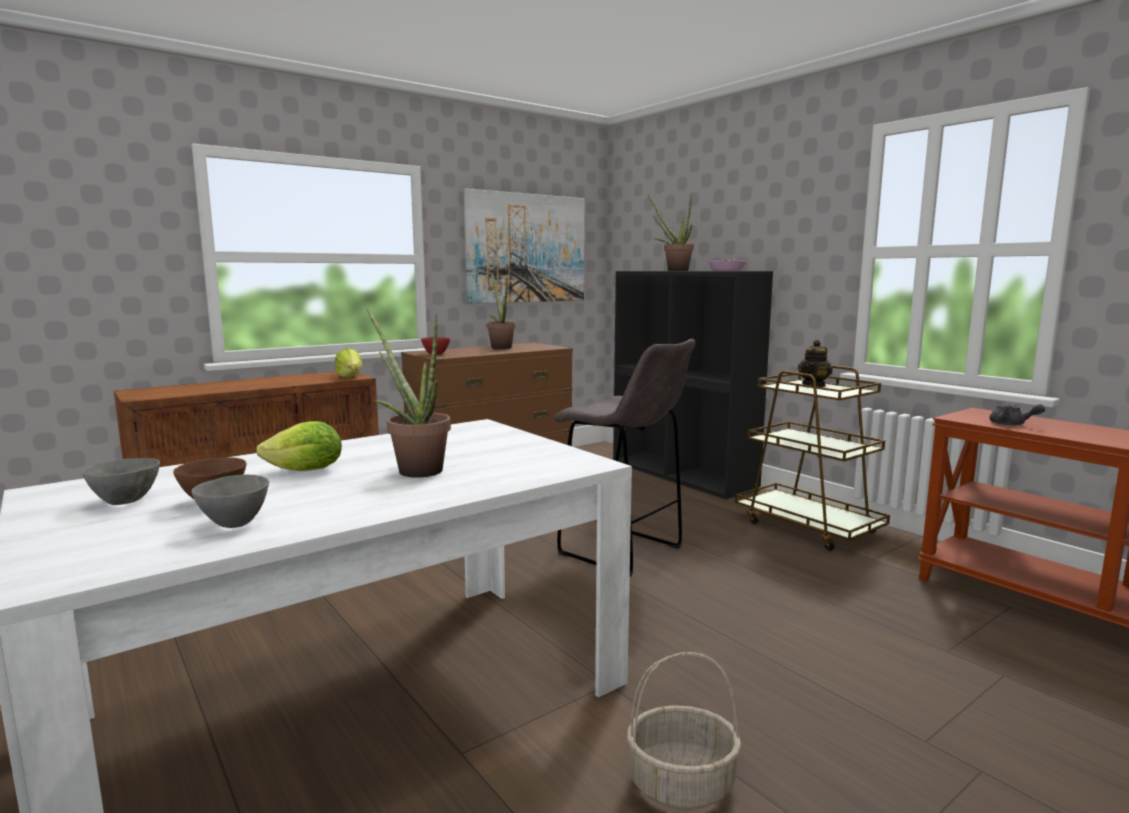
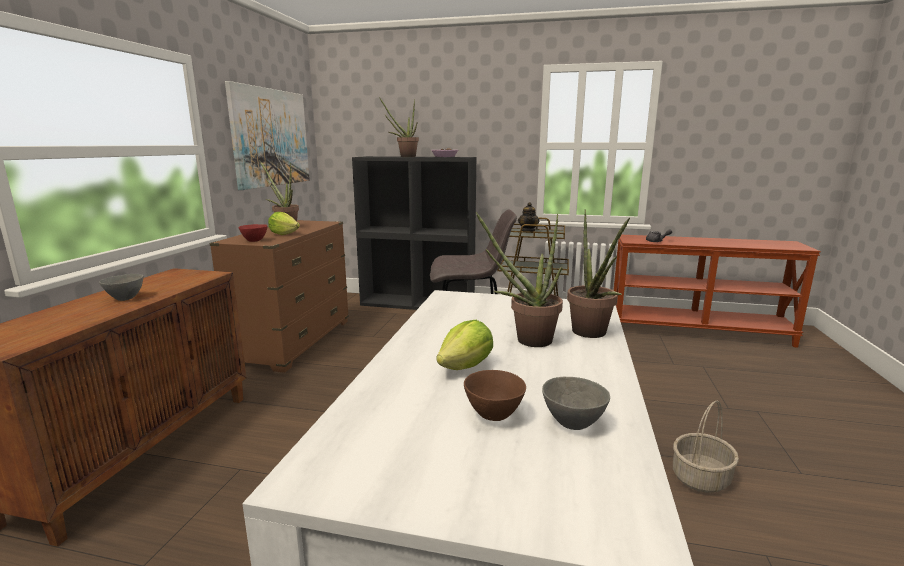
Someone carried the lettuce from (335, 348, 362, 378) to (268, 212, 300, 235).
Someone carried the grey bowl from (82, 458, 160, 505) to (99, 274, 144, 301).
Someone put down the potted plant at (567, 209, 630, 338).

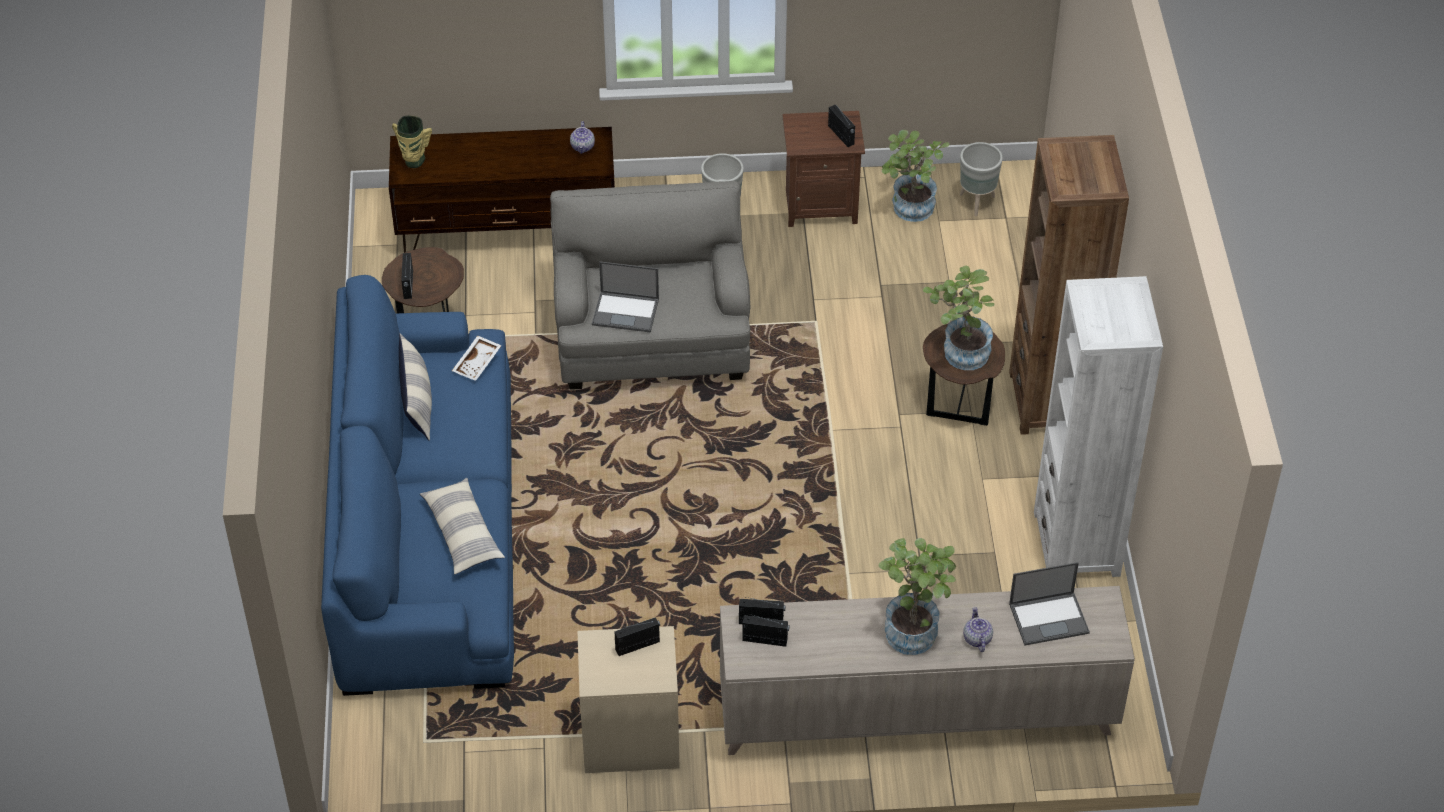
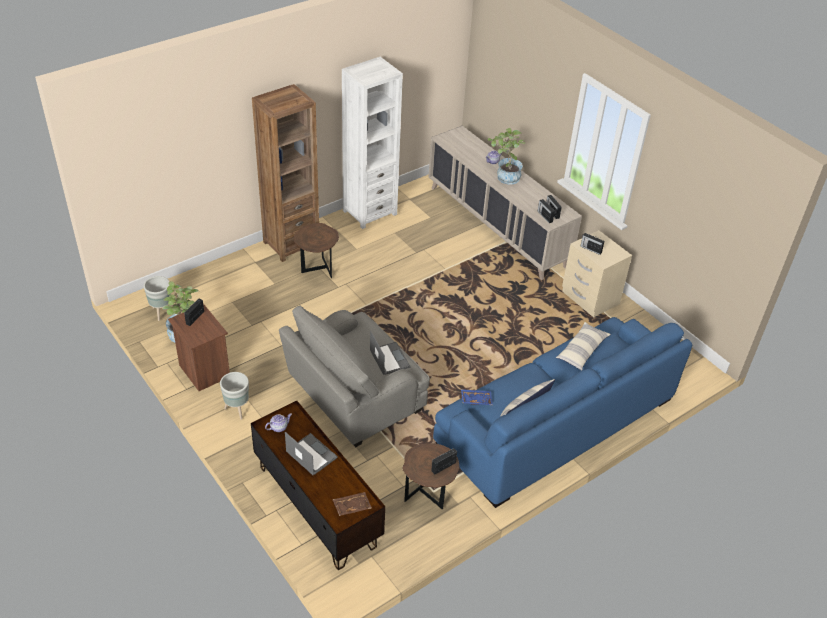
Someone swapped the vase at (392, 116, 432, 168) for the brown tray at (332, 492, 372, 516).
Someone took away the potted plant at (923, 266, 994, 370).
Someone repainted the white tray at (452, 335, 502, 381), which became the blue tray at (461, 389, 493, 405).
Someone carried the laptop from (1009, 562, 1090, 646) to (285, 432, 338, 476).

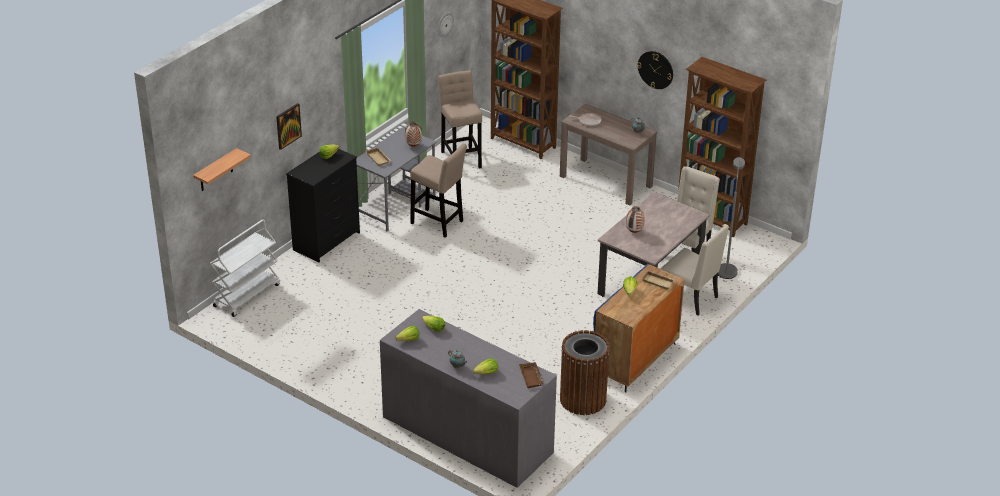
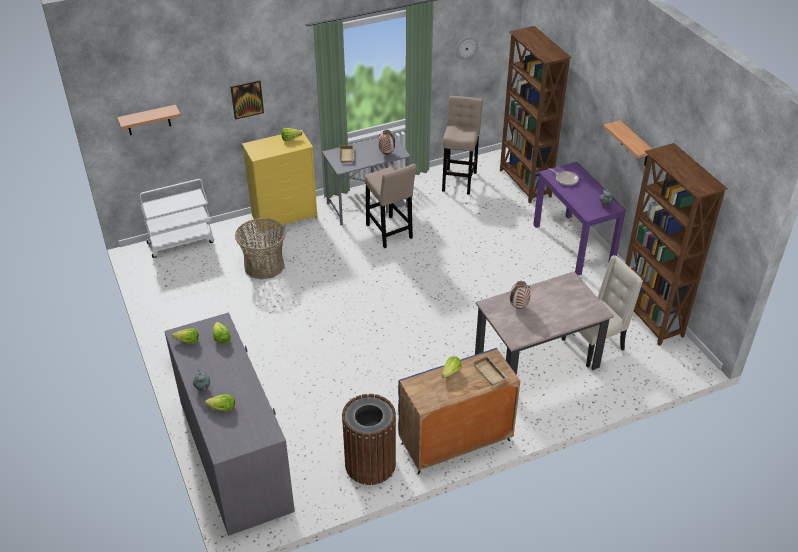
Someone swapped the wall clock at (637, 51, 673, 89) for the shelf at (603, 120, 652, 166).
Someone repainted the brown console table at (560, 104, 657, 206), which became the purple console table at (533, 162, 626, 275).
Someone repainted the black dresser at (286, 149, 360, 263), which became the yellow dresser at (242, 130, 318, 234).
Someone took away the grey floor lamp at (718, 157, 745, 279).
Someone took away the beige chair at (661, 224, 729, 315).
Someone took away the brown tray at (519, 362, 544, 388).
Someone put down the basket at (235, 218, 286, 279).

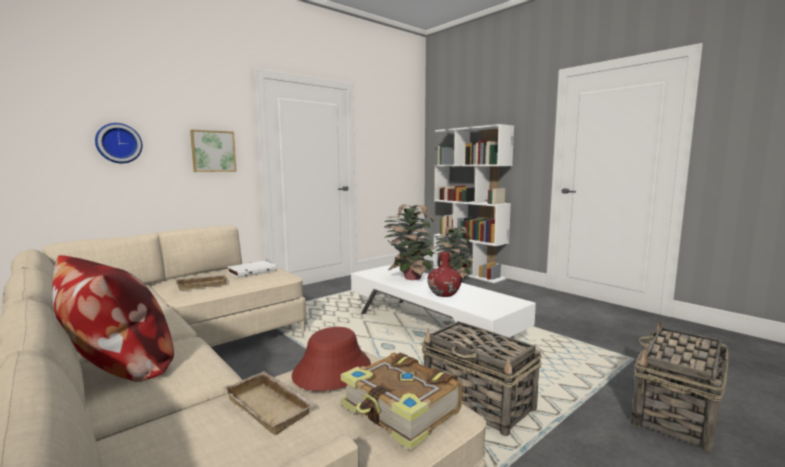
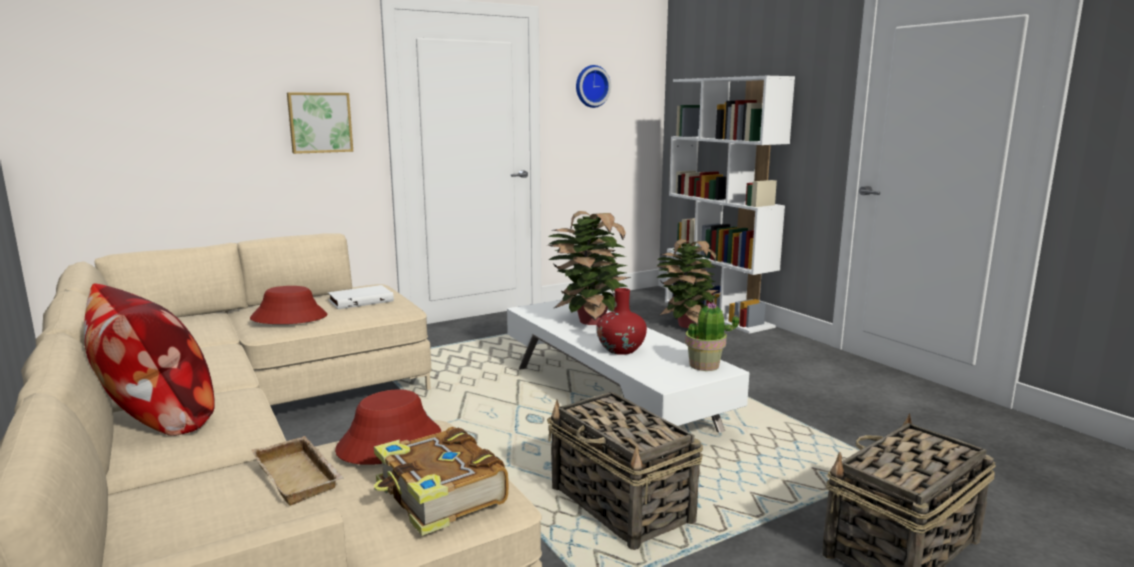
Someone carried the wall clock from (95, 123, 142, 163) to (576, 65, 611, 108).
Someone swapped the beige tray at (176, 275, 228, 290) for the red hat at (250, 286, 327, 324).
Someone put down the potted plant at (685, 302, 739, 371).

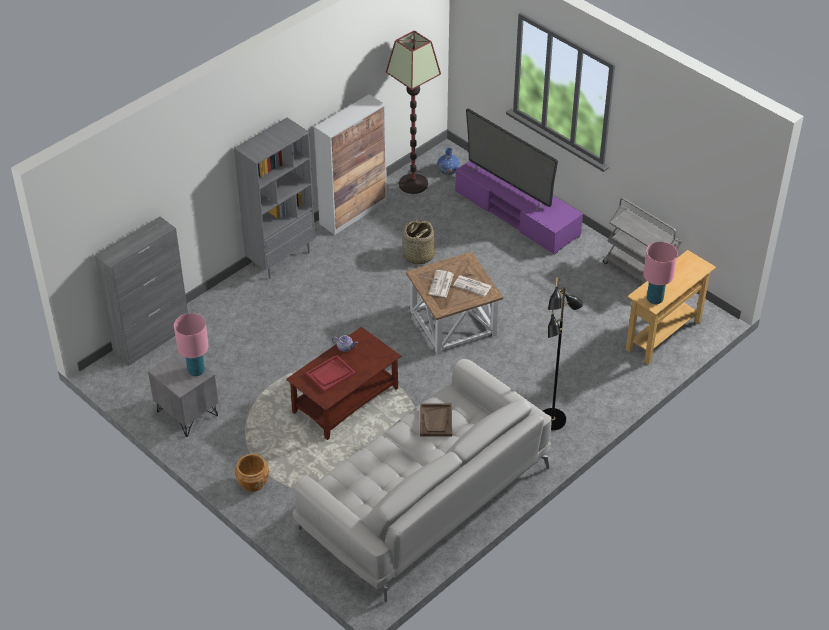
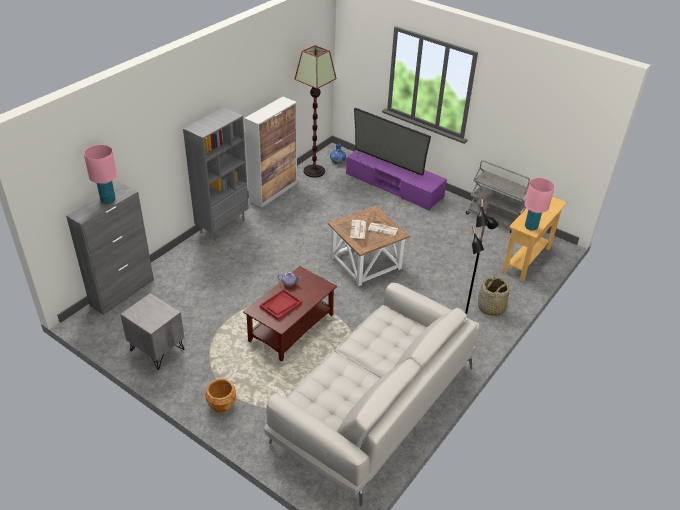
Someone carried the basket from (402, 219, 435, 265) to (478, 276, 509, 317).
Someone carried the pink table lamp from (174, 313, 209, 376) to (84, 145, 117, 204).
Someone took away the brown tray at (420, 403, 452, 437).

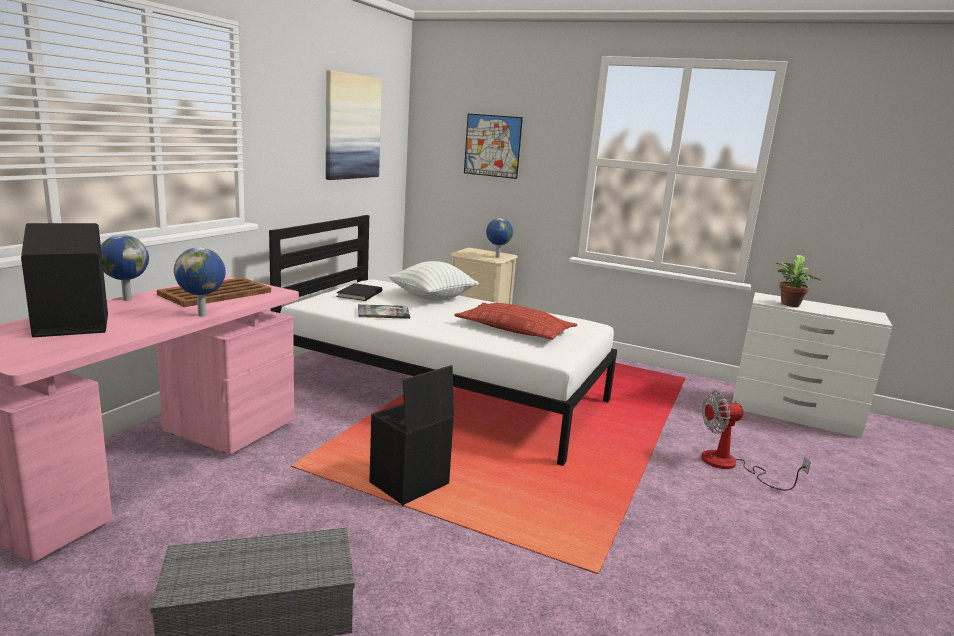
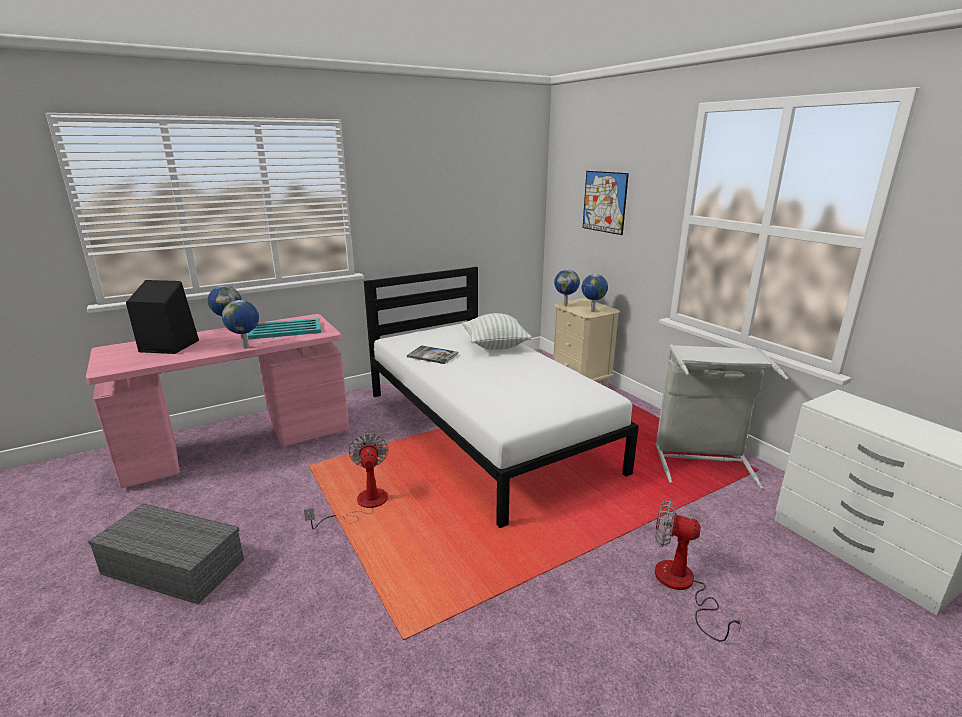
Someone took away the picture at (326, 70, 382, 180).
Someone took away the potted plant at (776, 255, 821, 307).
Someone repainted the brown tray at (157, 277, 271, 307), which became the turquoise tray at (248, 318, 321, 340).
Someone took away the black book at (337, 283, 382, 301).
Someone took away the pillow at (454, 303, 578, 340).
Someone swapped the black storage box at (369, 365, 454, 506) for the fan at (304, 433, 388, 530).
Someone put down the globe at (554, 270, 580, 306).
Someone put down the grey laundry basket at (656, 344, 789, 490).

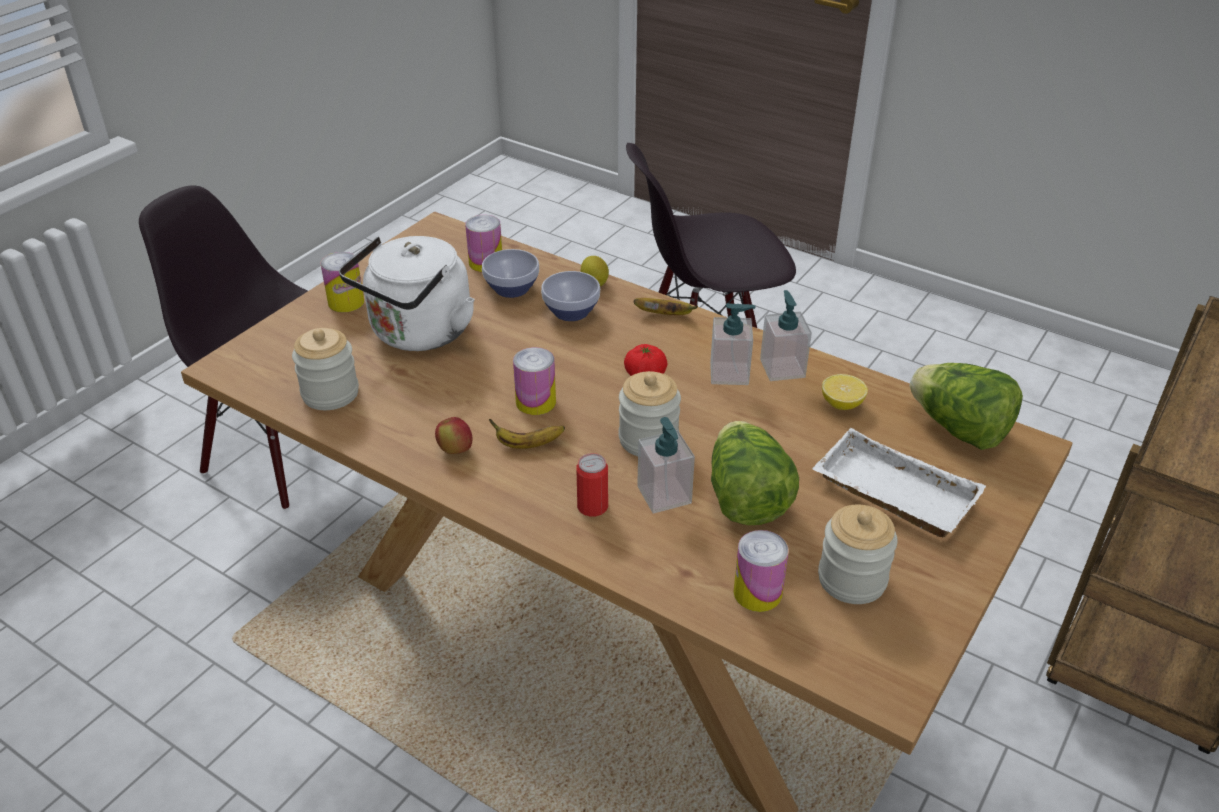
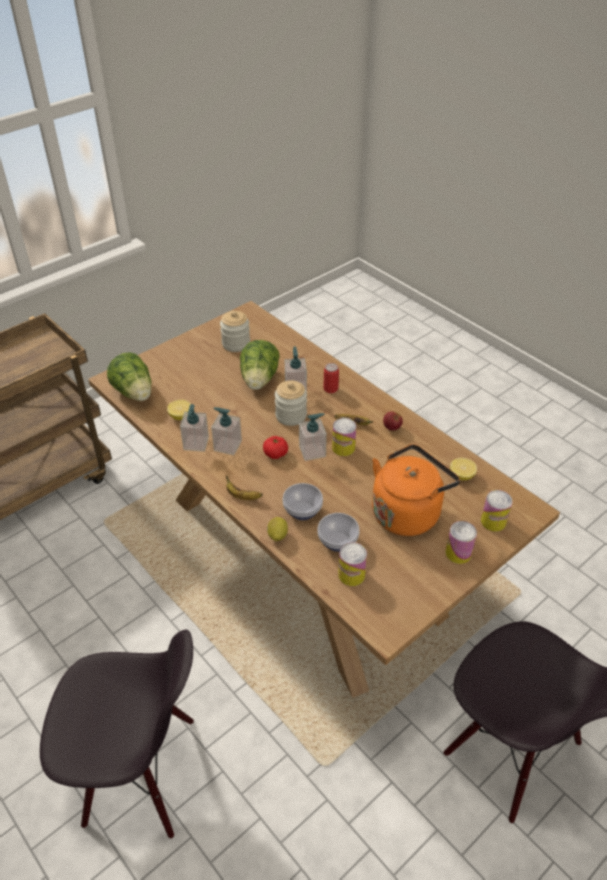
Someone repainted the white kettle at (339, 236, 475, 351), which became the orange kettle at (372, 444, 460, 536).
Someone swapped the jar at (292, 328, 359, 410) for the lemon at (450, 458, 477, 480).
Someone took away the white tray at (812, 428, 986, 537).
Someone carried the can from (733, 530, 789, 612) to (481, 490, 513, 532).
Someone put down the soap dispenser at (299, 413, 327, 461).

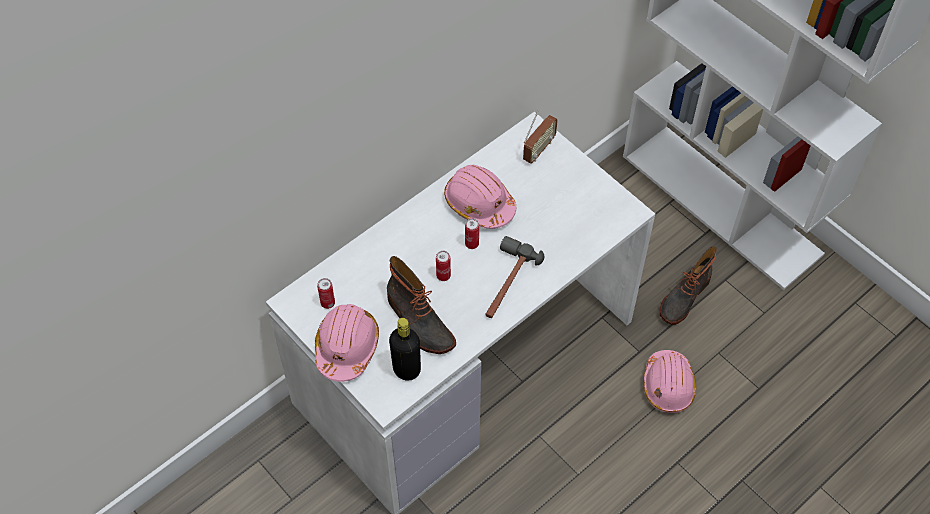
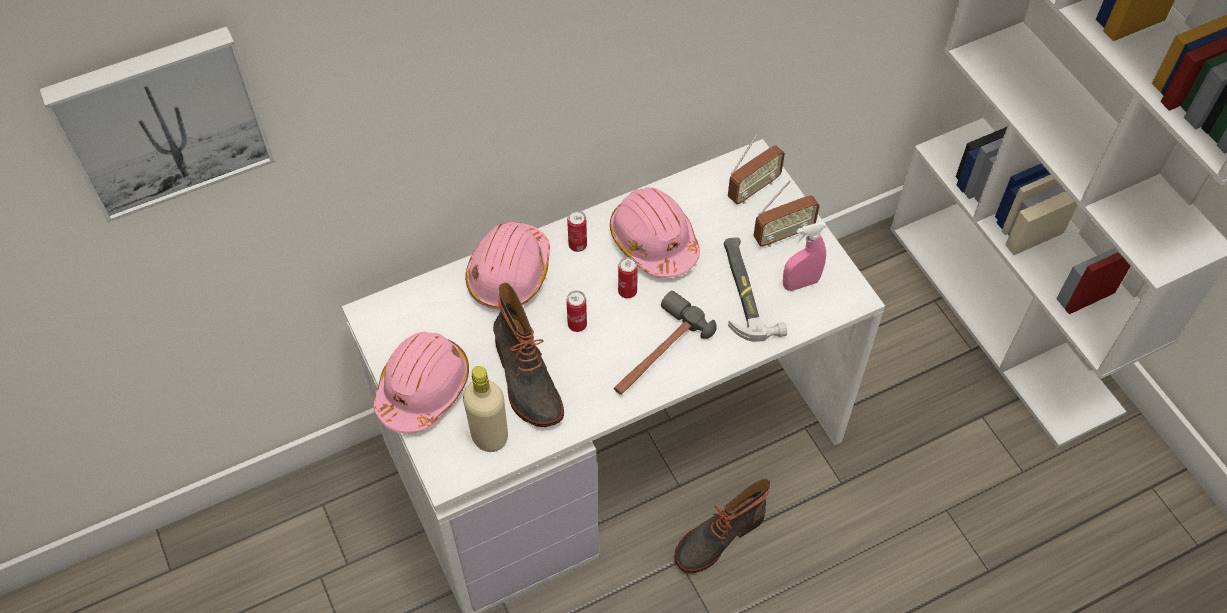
Someone carried the boot from (660, 246, 717, 325) to (674, 478, 771, 573).
Someone carried the can from (317, 278, 335, 309) to (567, 210, 587, 252).
Someone repainted the black bottle at (389, 318, 421, 381), which became the beige bottle at (463, 366, 508, 452).
Someone carried the pink hard hat from (643, 350, 696, 413) to (465, 222, 550, 310).
Someone put up the picture at (39, 26, 275, 223).
Someone put down the radio at (753, 180, 820, 247).
Someone put down the pink spray bottle at (783, 222, 827, 291).
Someone put down the hammer at (724, 237, 787, 342).

